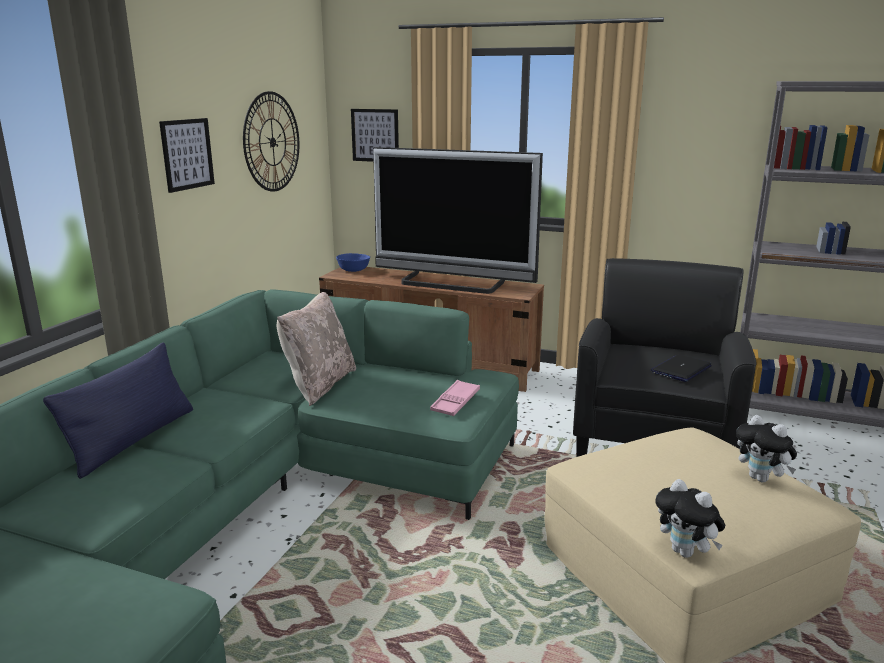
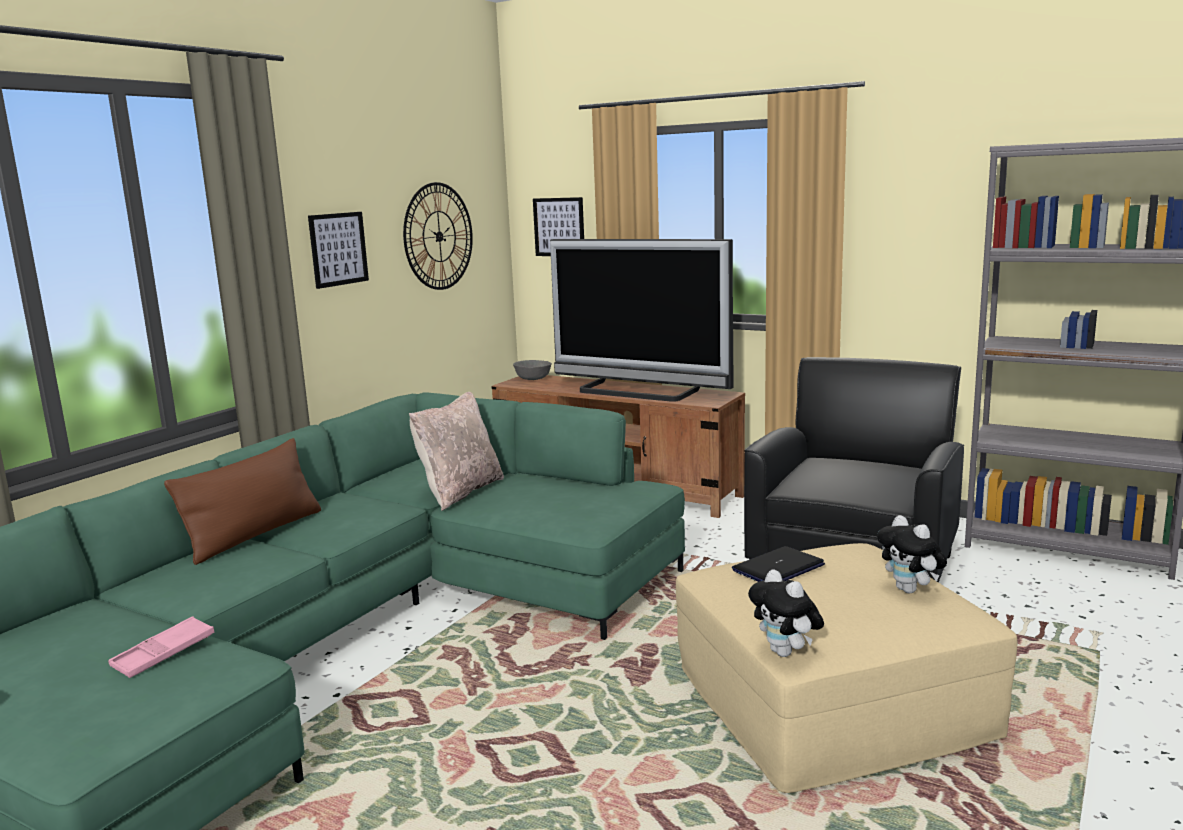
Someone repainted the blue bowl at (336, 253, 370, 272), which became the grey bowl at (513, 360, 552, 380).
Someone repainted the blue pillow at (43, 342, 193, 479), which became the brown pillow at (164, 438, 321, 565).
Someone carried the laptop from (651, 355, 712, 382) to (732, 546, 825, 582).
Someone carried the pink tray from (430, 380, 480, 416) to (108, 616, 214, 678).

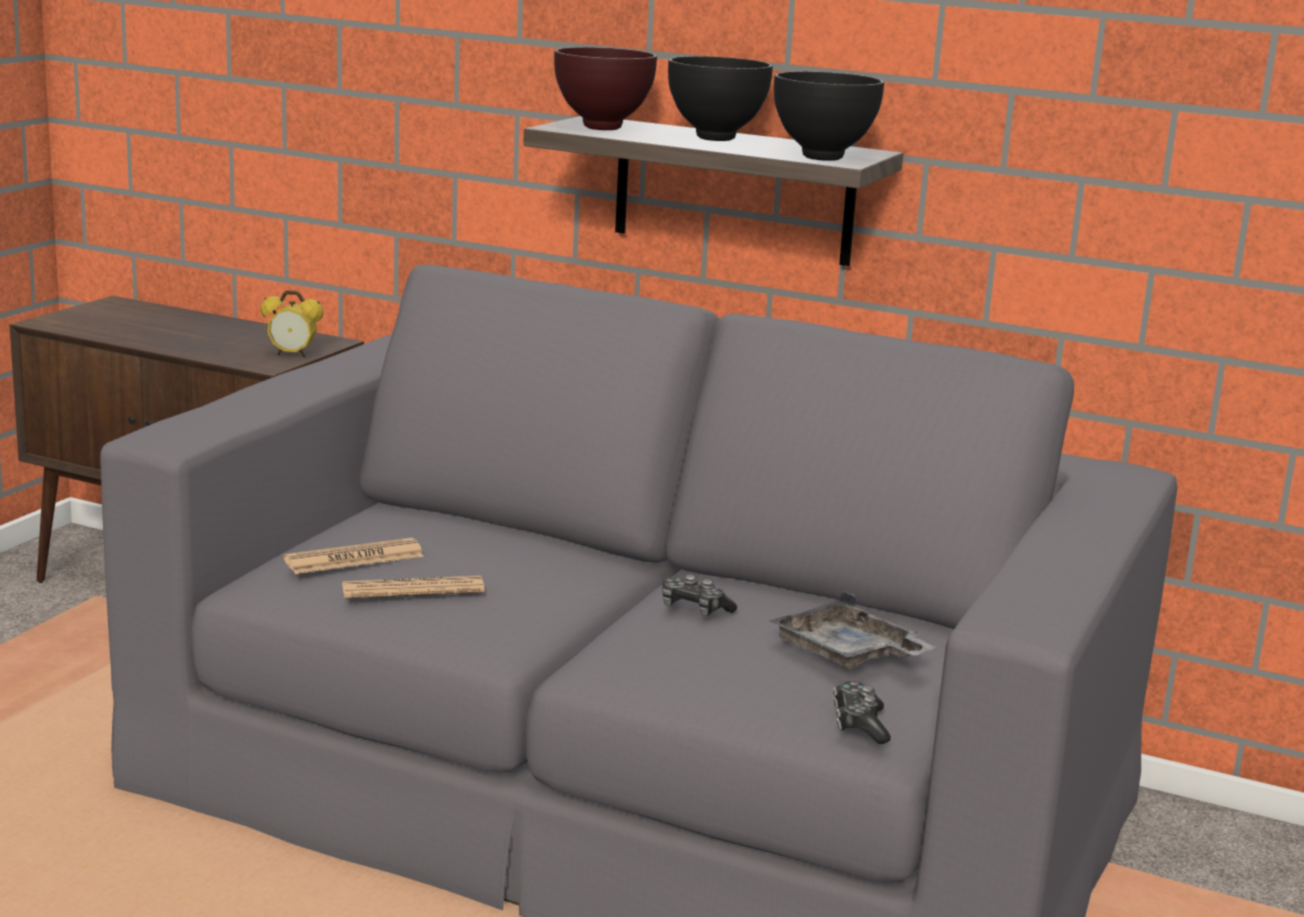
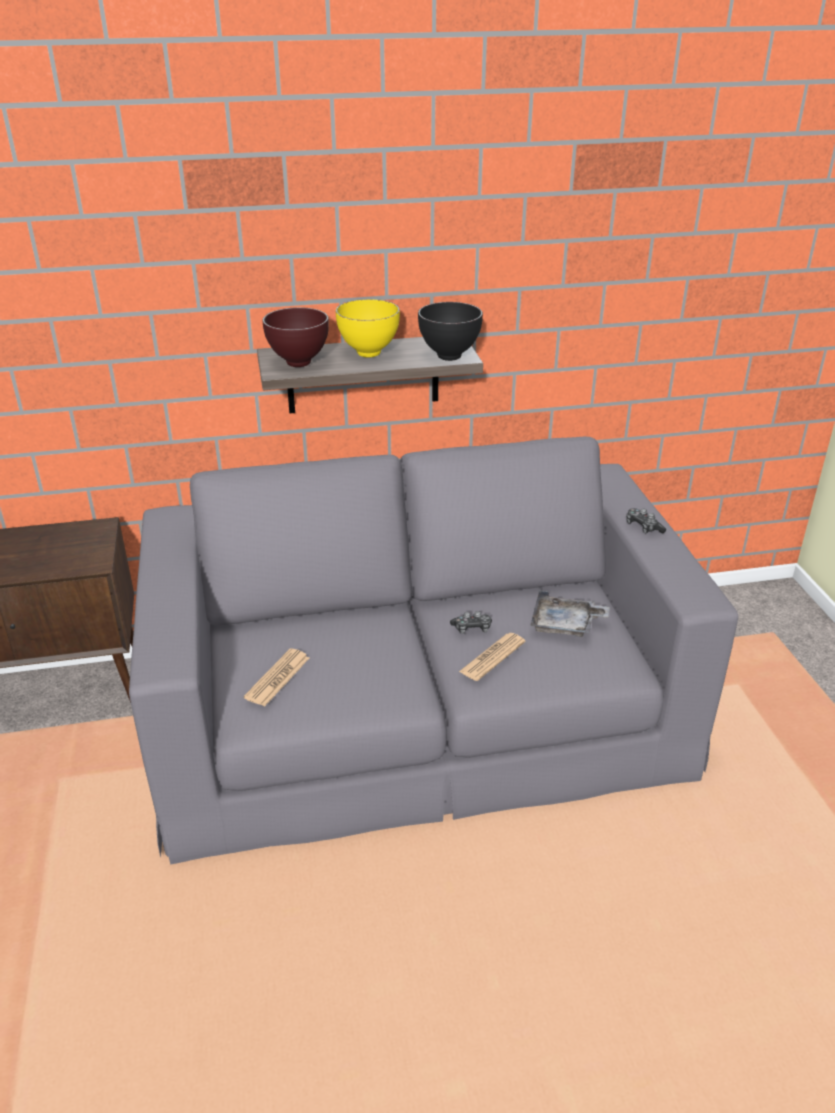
Someone repainted the black bowl at (668, 56, 773, 141), which became the yellow bowl at (336, 299, 400, 358).
Someone took away the alarm clock at (261, 291, 323, 358).
Someone carried the newspaper from (342, 576, 485, 599) to (459, 633, 525, 681).
Someone carried the game controller from (833, 681, 891, 744) to (626, 508, 666, 534).

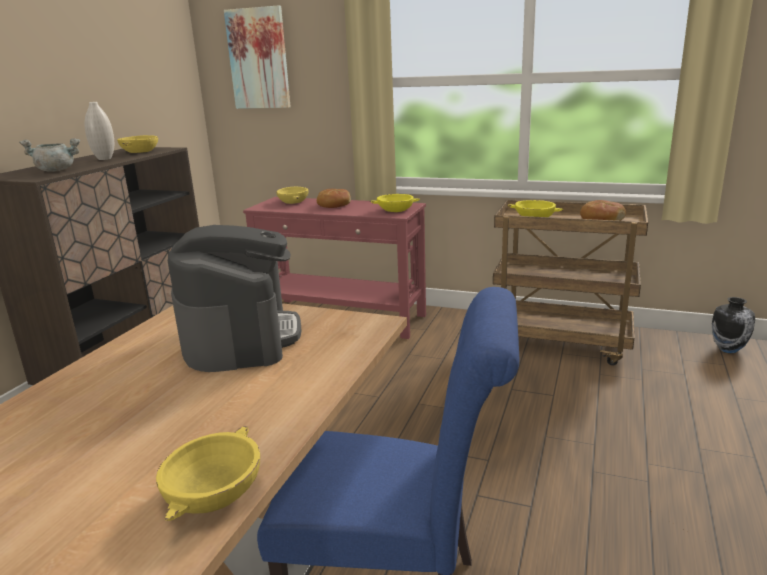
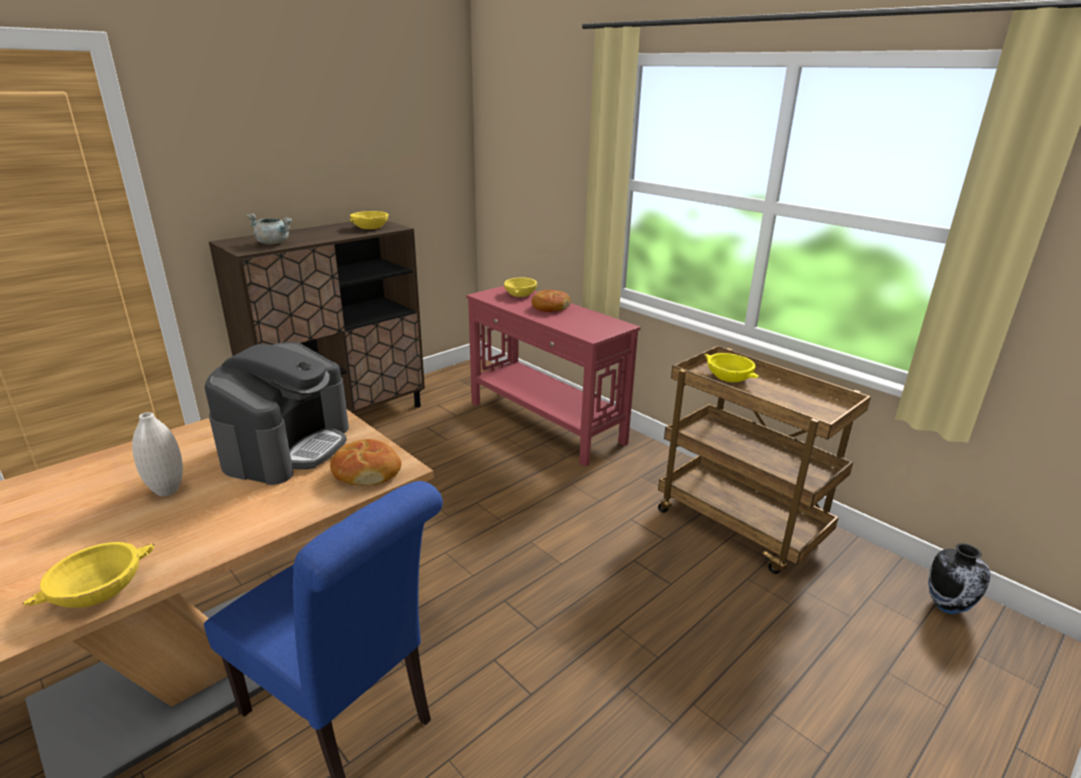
Someone took away the picture at (224, 6, 291, 109).
Someone carried the white vase from (85, 102, 114, 160) to (132, 412, 183, 496).
Someone took away the yellow bowl at (370, 194, 420, 212).
Someone carried the bread from (580, 200, 626, 221) to (330, 439, 401, 486).

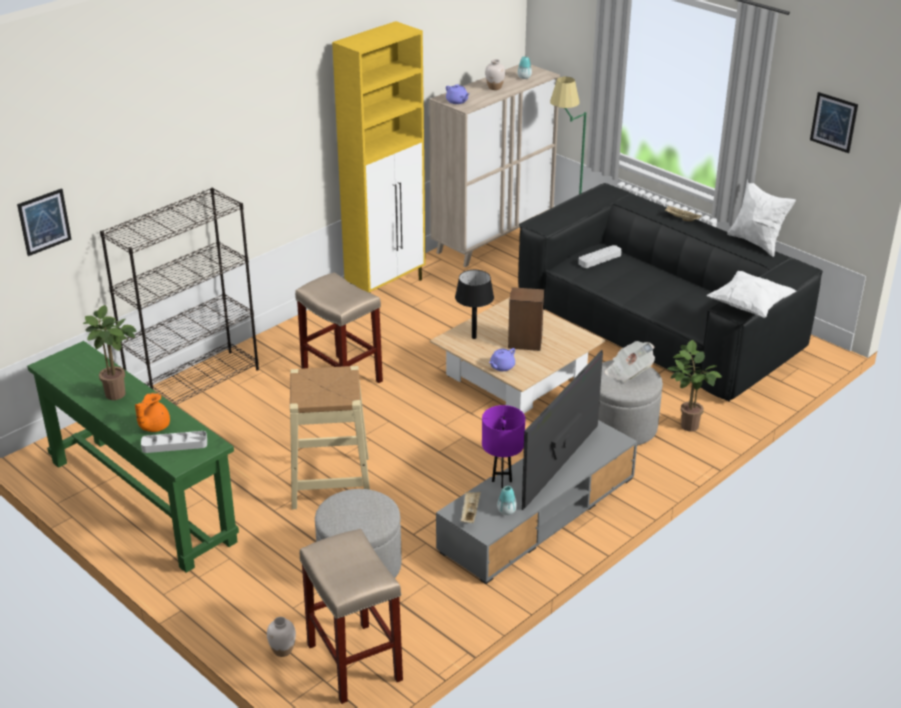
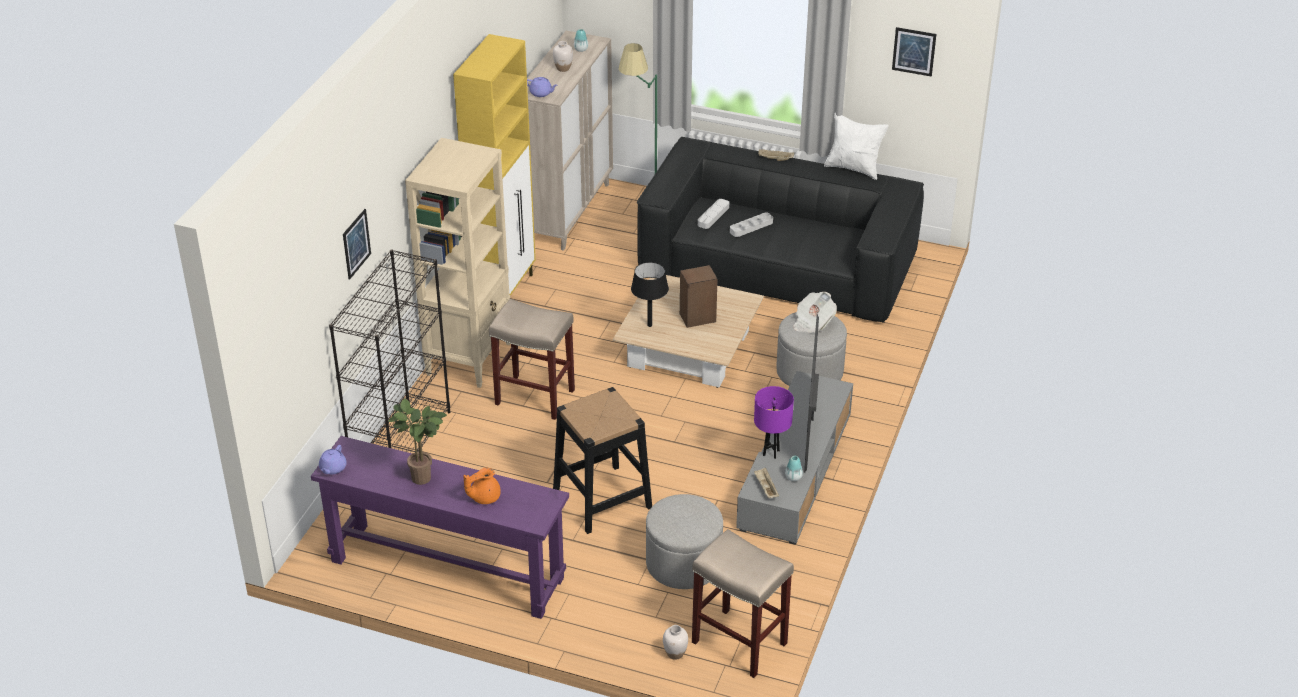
Someone carried the picture from (17, 188, 72, 256) to (343, 209, 371, 280).
Someone took away the white pillow at (707, 271, 796, 318).
Someone took away the potted plant at (668, 340, 722, 432).
Someone repainted the green console table at (27, 341, 239, 573), which became the purple console table at (311, 436, 569, 619).
Someone carried the purple teapot from (489, 348, 515, 371) to (319, 445, 347, 474).
Someone repainted the beige stool at (290, 366, 370, 509), which became the black stool at (553, 387, 652, 534).
Someone rotated the orange teapot at (135, 393, 170, 432) by 60 degrees clockwise.
Someone carried the grey tray from (141, 431, 207, 453) to (730, 212, 773, 237).
Someone put down the beige bookcase at (405, 138, 510, 388).

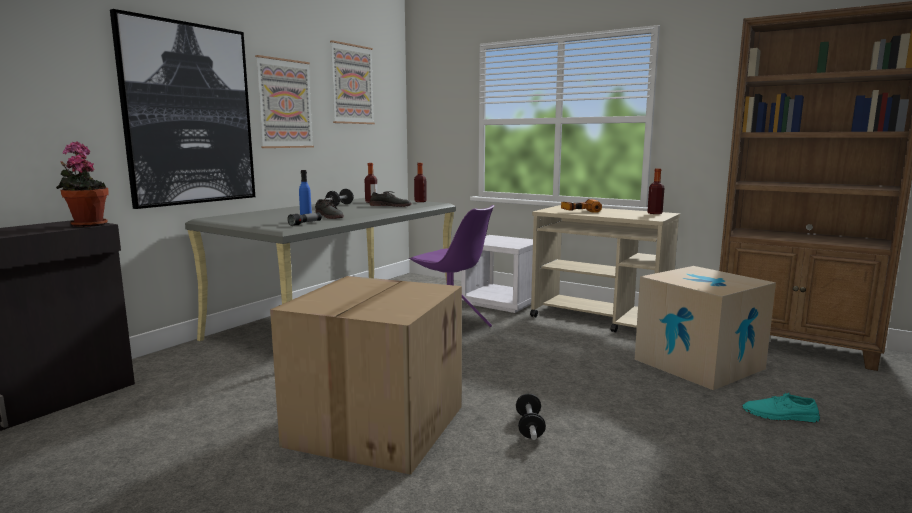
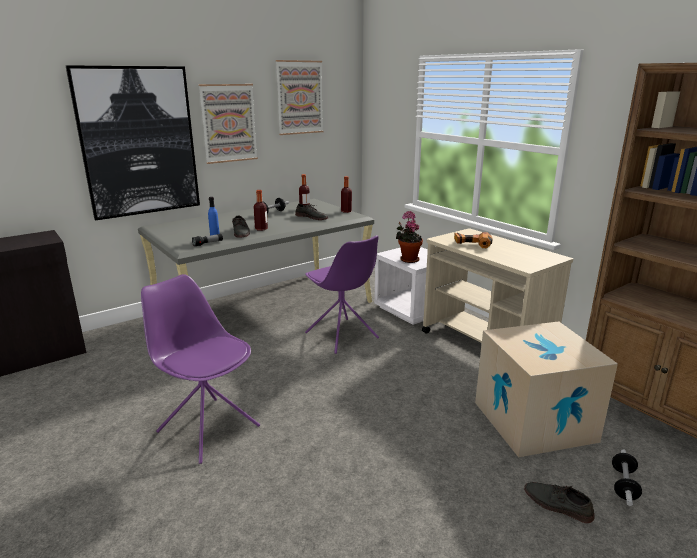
Someone carried the potted plant from (56, 141, 109, 227) to (396, 211, 423, 263).
Someone carried the bottle from (647, 168, 664, 214) to (254, 190, 268, 231).
Someone swapped the cardboard box at (270, 276, 462, 475) for the purple chair at (141, 274, 260, 464).
Someone repainted the turquoise shoe at (742, 393, 820, 423), which became the grey shoe at (524, 482, 595, 523).
Someone carried the dumbbell from (516, 394, 546, 440) to (612, 449, 642, 506).

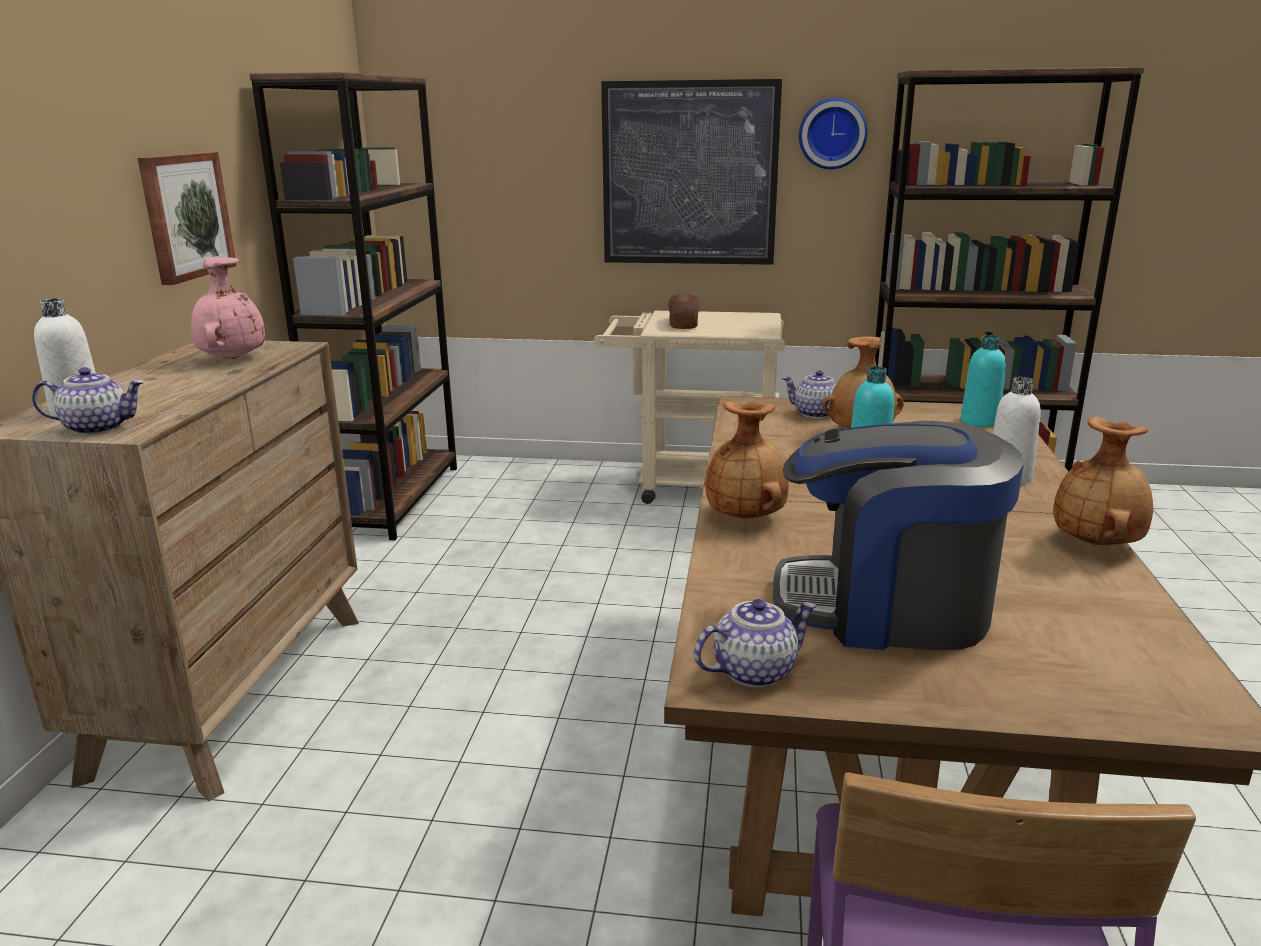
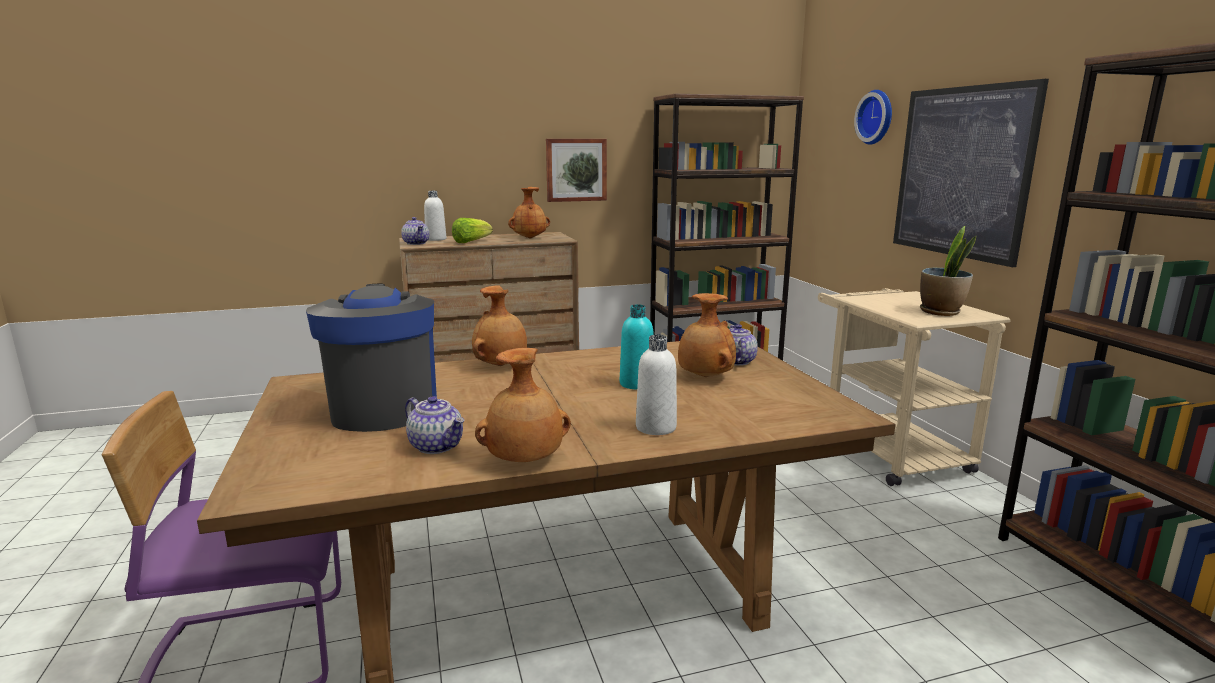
Someone carried the wall clock from (799, 98, 868, 169) to (854, 90, 892, 145).
Someone repainted the pink vase at (191, 257, 265, 359), which became the brown vase at (508, 187, 550, 239).
Someone took away the bread at (668, 294, 700, 329).
Someone took away the turquoise bottle at (961, 335, 1006, 427).
Someone carried the teapot from (694, 599, 816, 688) to (405, 396, 464, 454).
Someone put down the lettuce at (452, 218, 493, 243).
Someone put down the potted plant at (920, 226, 976, 316).

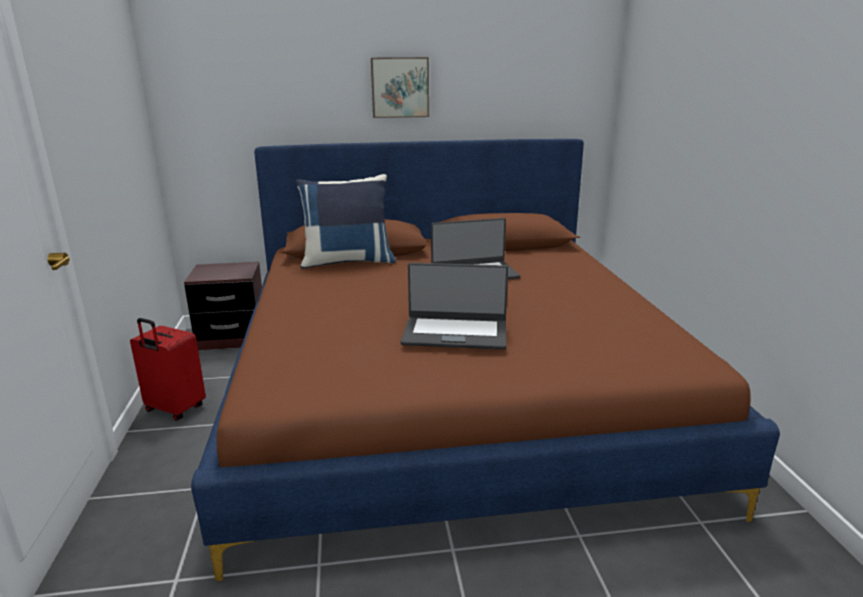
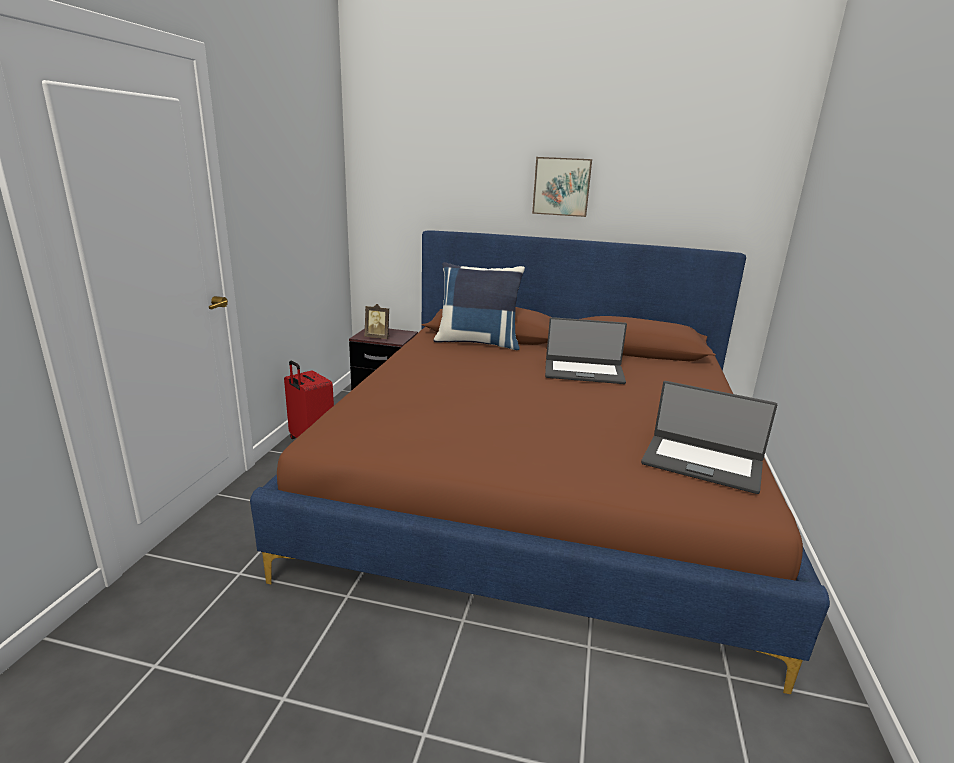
Someone carried the laptop from (400, 263, 508, 349) to (641, 381, 777, 494).
Someone put down the picture frame at (365, 304, 389, 339).

